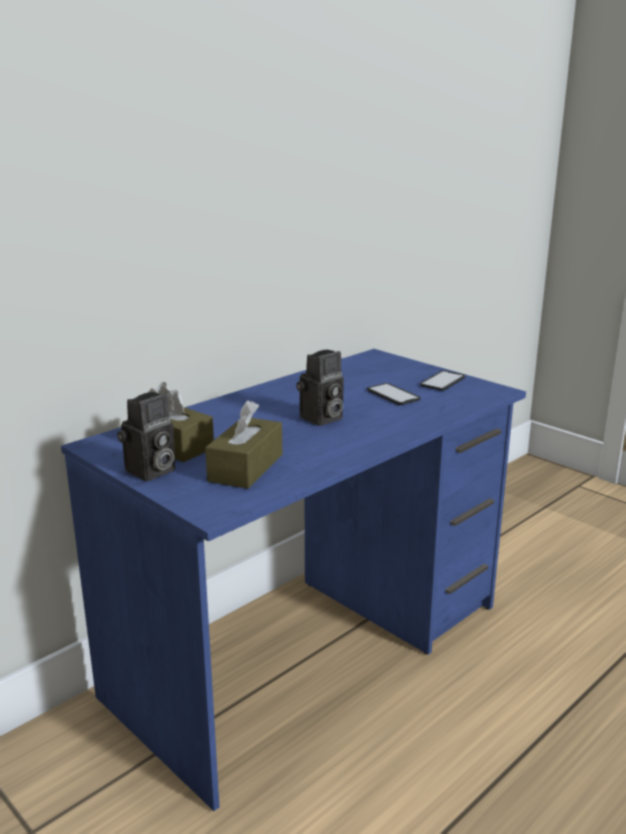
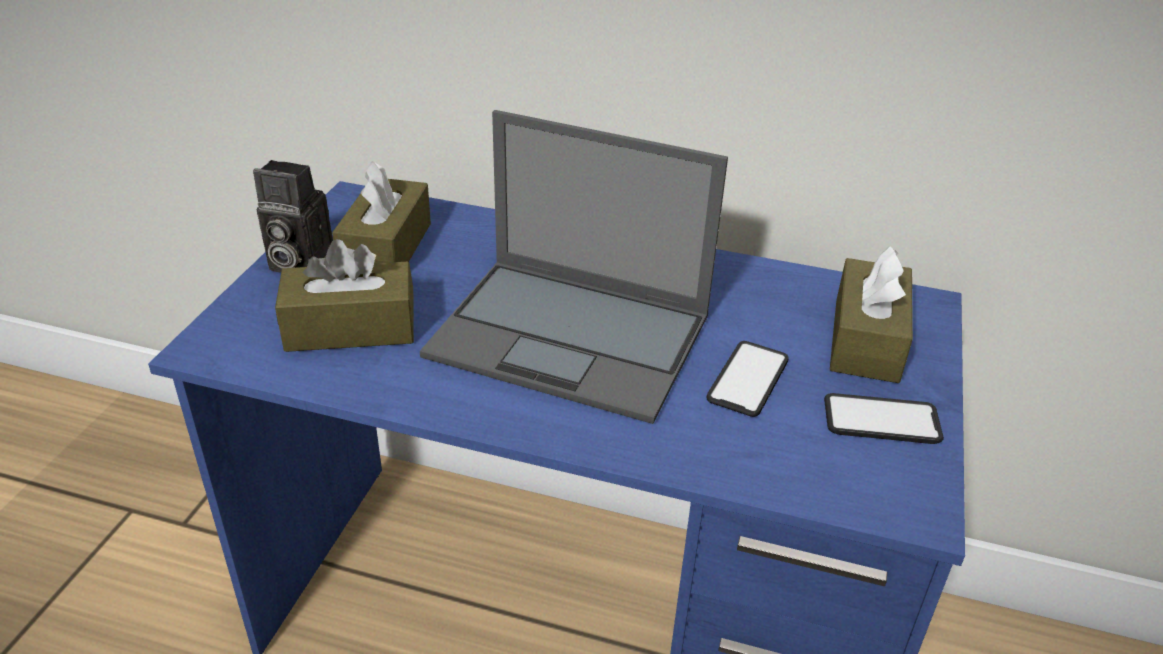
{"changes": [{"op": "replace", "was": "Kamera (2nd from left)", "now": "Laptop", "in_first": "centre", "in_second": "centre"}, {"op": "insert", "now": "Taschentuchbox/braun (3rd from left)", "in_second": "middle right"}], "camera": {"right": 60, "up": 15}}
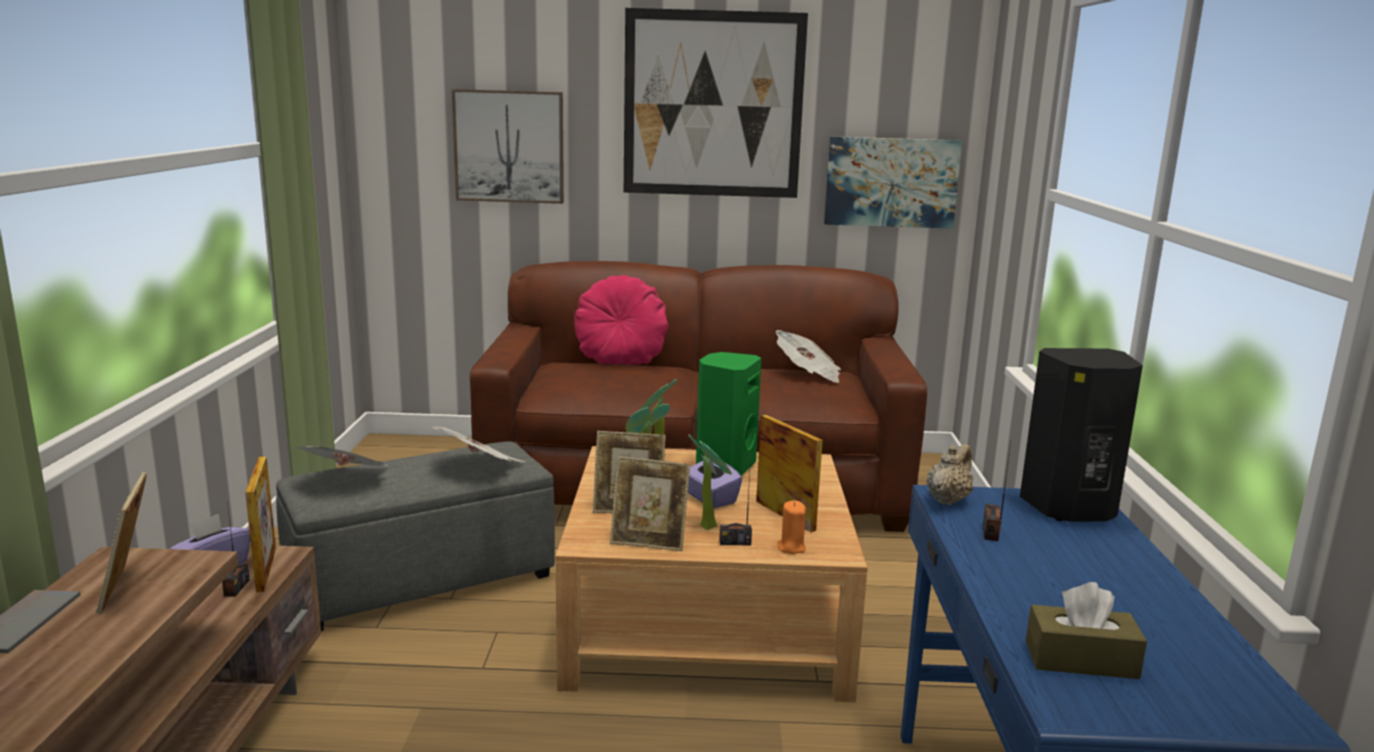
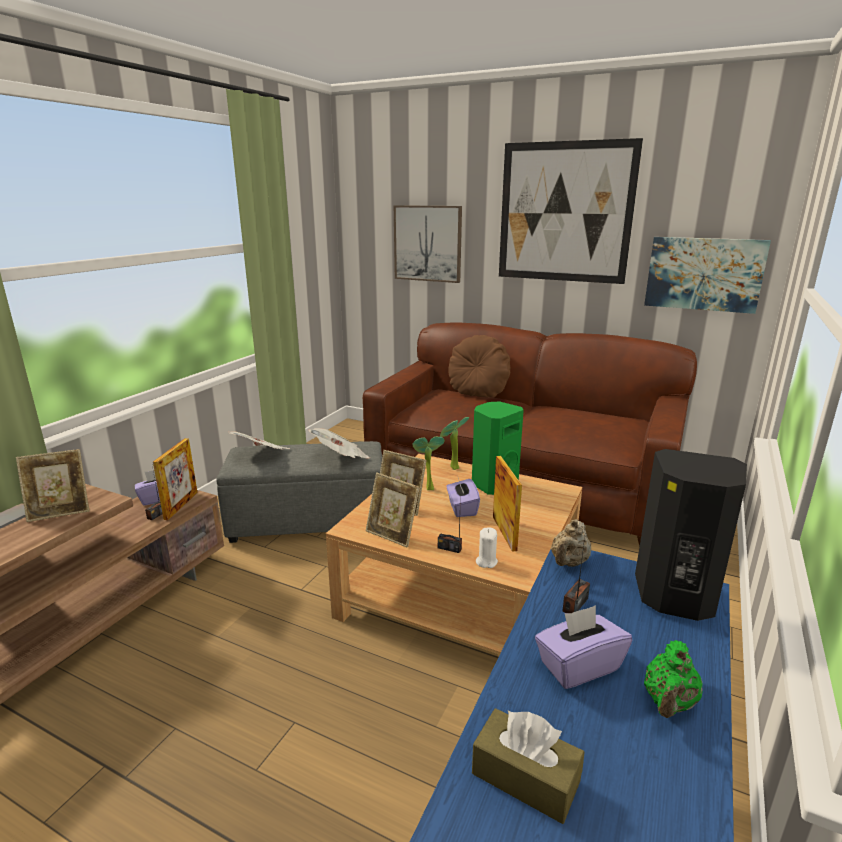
{"changes": [{"op": "rotate", "was": "Bilderrahmen (1st from left)", "in_first": "bottom left", "in_second": "middle left", "clockwise": -120}, {"op": "recolor", "was": "Kissen/rosa", "now": "Kissen/braun", "in_first": "centre", "in_second": "centre"}, {"op": "delete", "was": "Topfpflanze (3rd from left)", "in_first": "centre"}, {"op": "delete", "was": "Zeitung (3rd from left)", "in_first": "centre"}, {"op": "recolor", "was": "Kerze/orange", "now": "Kerze/weiß", "in_first": "bottom centre", "in_second": "centre"}, {"op": "rotate", "was": "Teekanne/beige", "in_first": "middle right", "in_second": "middle right", "clockwise": 150}, {"op": "insert", "now": "Taschentuchbox/lila (3rd from left)", "in_second": "bottom right"}, {"op": "insert", "now": "Teekanne/grün", "in_second": "bottom right"}], "camera": {"right": 25, "up": 5}}
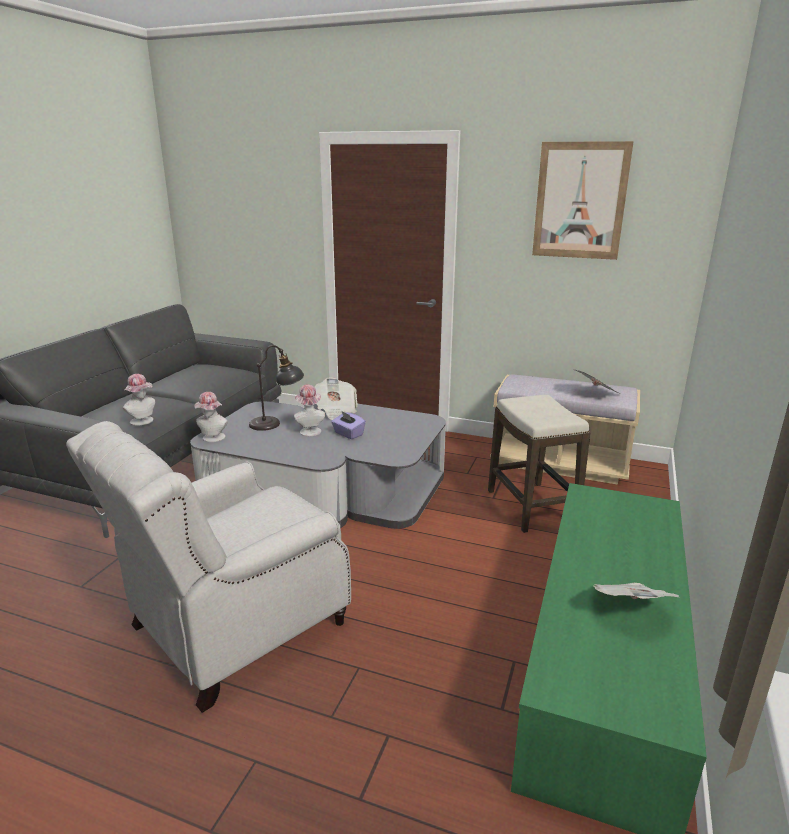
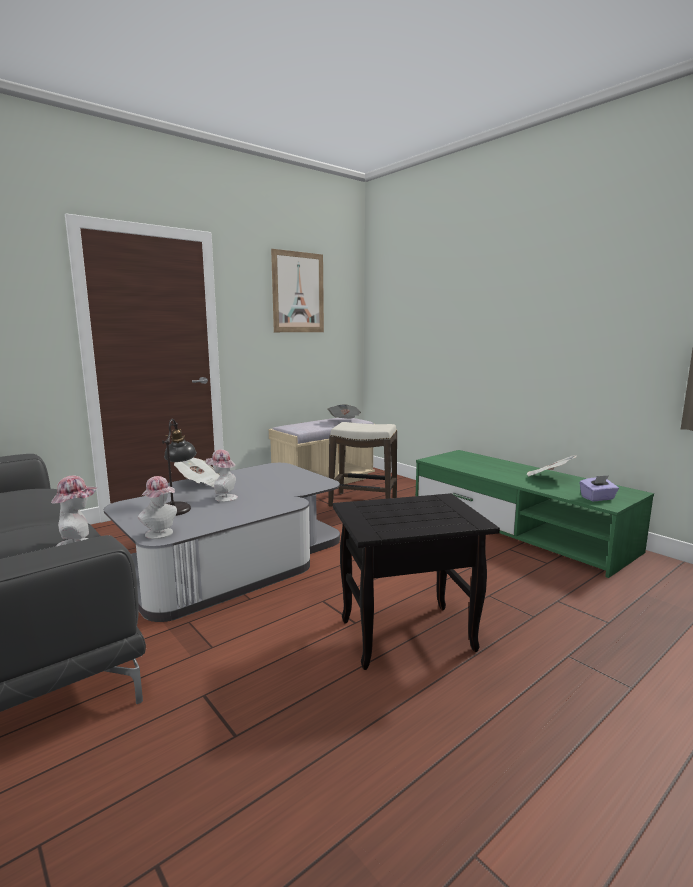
{"changes": [{"op": "replace", "was": "Sessel/weiß", "now": "Beistelltisch/schwarz", "in_first": "bottom left", "in_second": "centre"}, {"op": "move", "was": "Taschentuchbox/lila", "in_first": "centre", "in_second": "middle right"}], "camera": {"right": -60, "up": -10}}
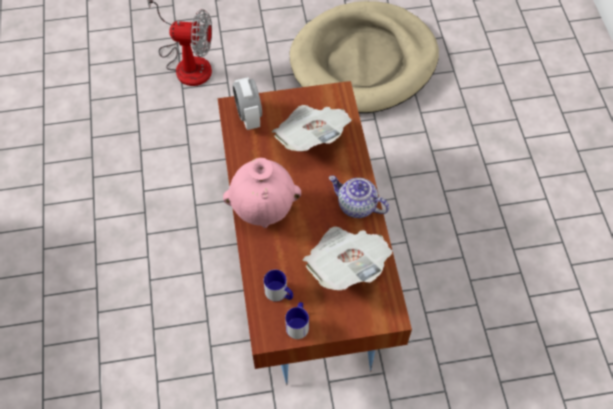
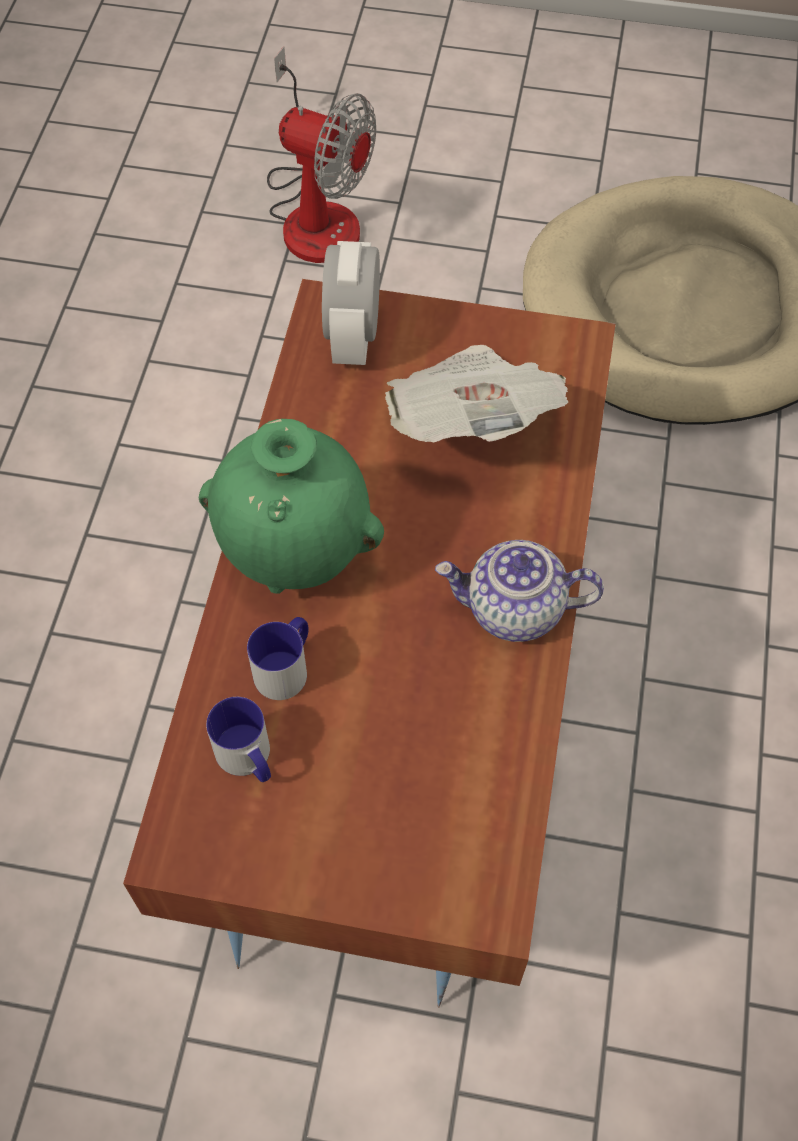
{"changes": [{"op": "recolor", "was": "Vase/rosa", "now": "Vase/grün", "in_first": "centre", "in_second": "centre"}, {"op": "move", "was": "Henkelbecher (2nd from left)", "in_first": "bottom centre", "in_second": "centre"}, {"op": "delete", "was": "Zeitung (2nd from left)", "in_first": "centre"}, {"op": "rotate", "was": "Teekanne", "in_first": "centre", "in_second": "centre", "clockwise": -45}], "camera": {"right": 20, "up": 0}}
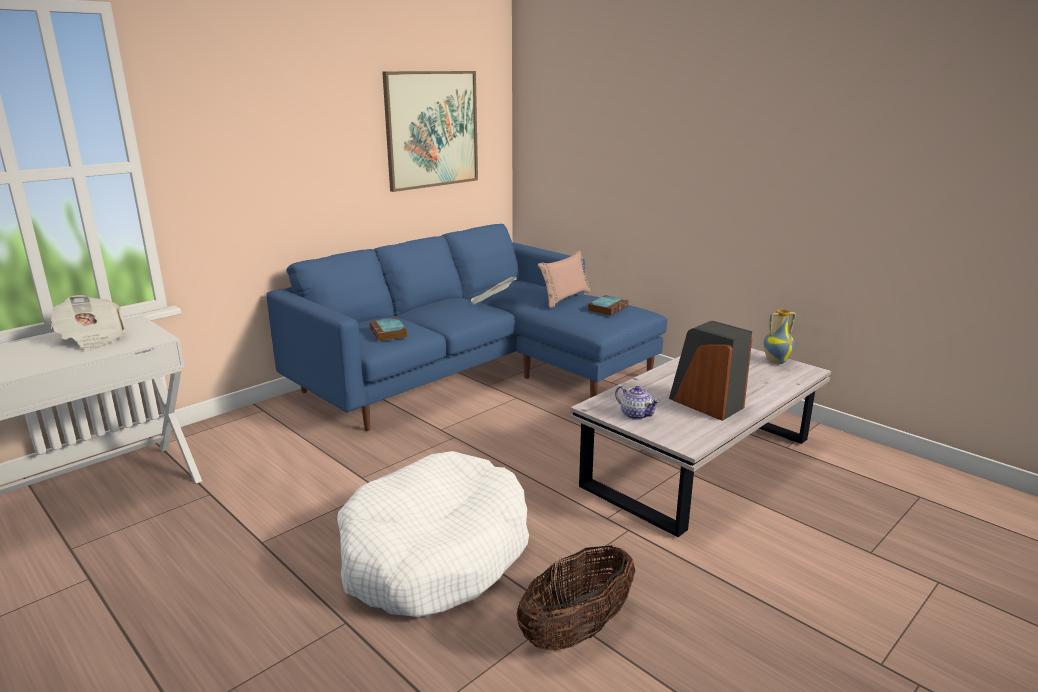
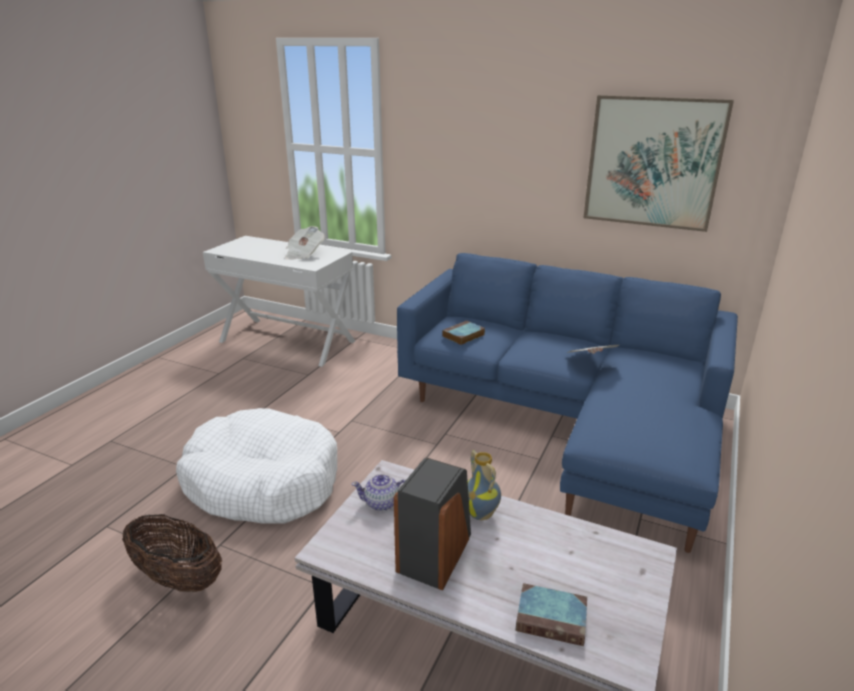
{"changes": [{"op": "delete", "was": "Kissen/beige", "in_first": "centre"}, {"op": "move", "was": "Buch (2nd from left)", "in_first": "centre", "in_second": "bottom centre"}, {"op": "rotate", "was": "Teekanne", "in_first": "centre", "in_second": "bottom centre", "clockwise": 60}, {"op": "move", "was": "Vase", "in_first": "middle right", "in_second": "bottom centre"}], "camera": {"right": 70, "up": 5}}
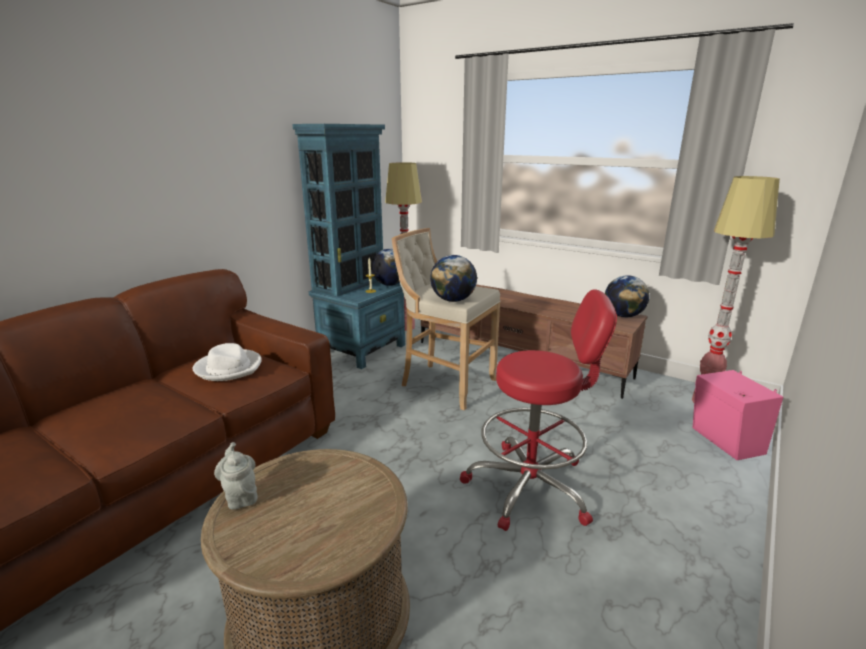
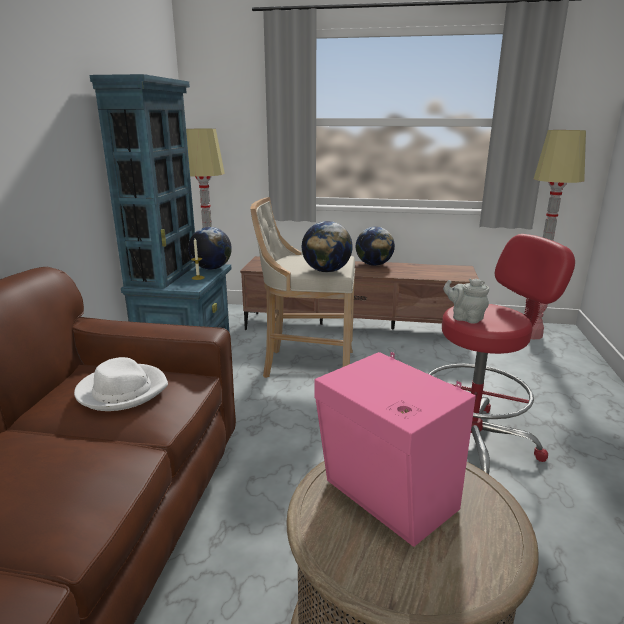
{"changes": [{"op": "move", "was": "Teekanne/grau", "in_first": "bottom left", "in_second": "middle right"}, {"op": "move", "was": "Globus (3rd from left)", "in_first": "middle right", "in_second": "centre"}, {"op": "move", "was": "Lautsprecher/rosa", "in_first": "middle right", "in_second": "bottom centre"}], "camera": {"right": -25, "up": 0}}
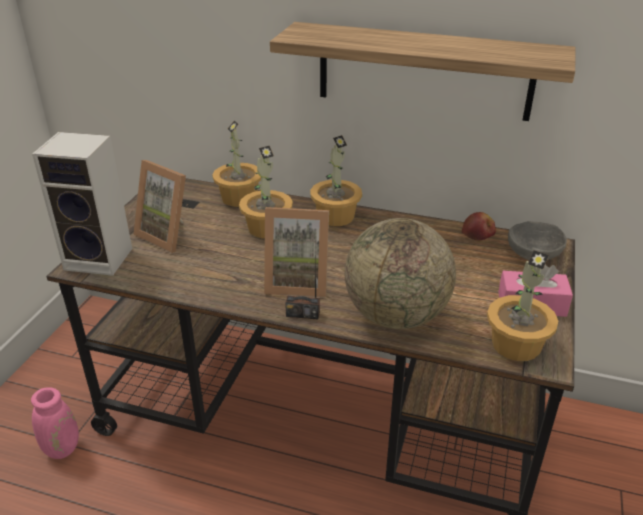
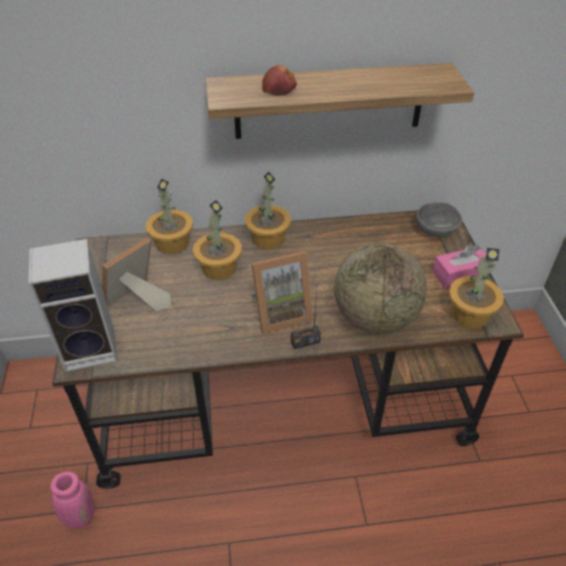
{"changes": [{"op": "rotate", "was": "Bilderrahmen (1st from left)", "in_first": "middle left", "in_second": "middle left", "clockwise": 120}, {"op": "move", "was": "Apfel", "in_first": "middle right", "in_second": "top centre"}], "camera": {"right": -25, "up": 10}}
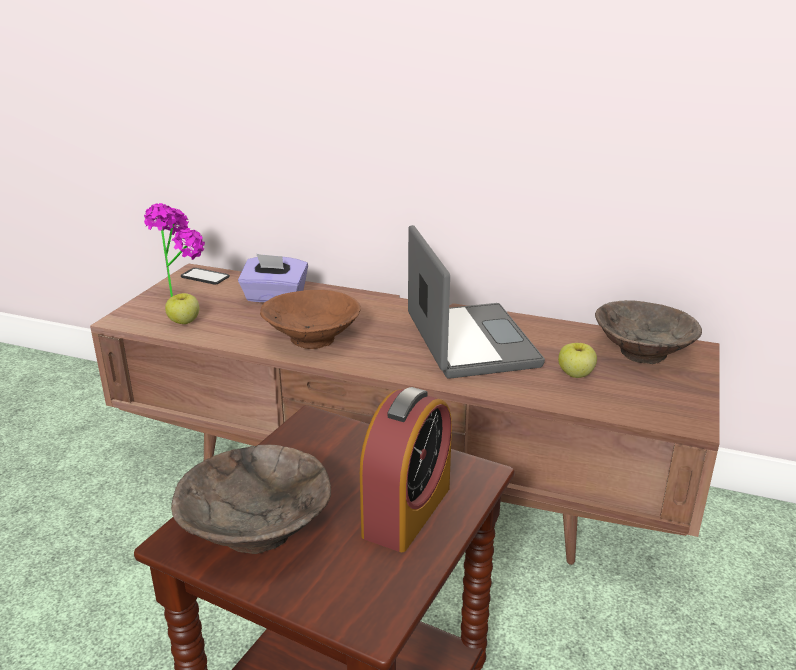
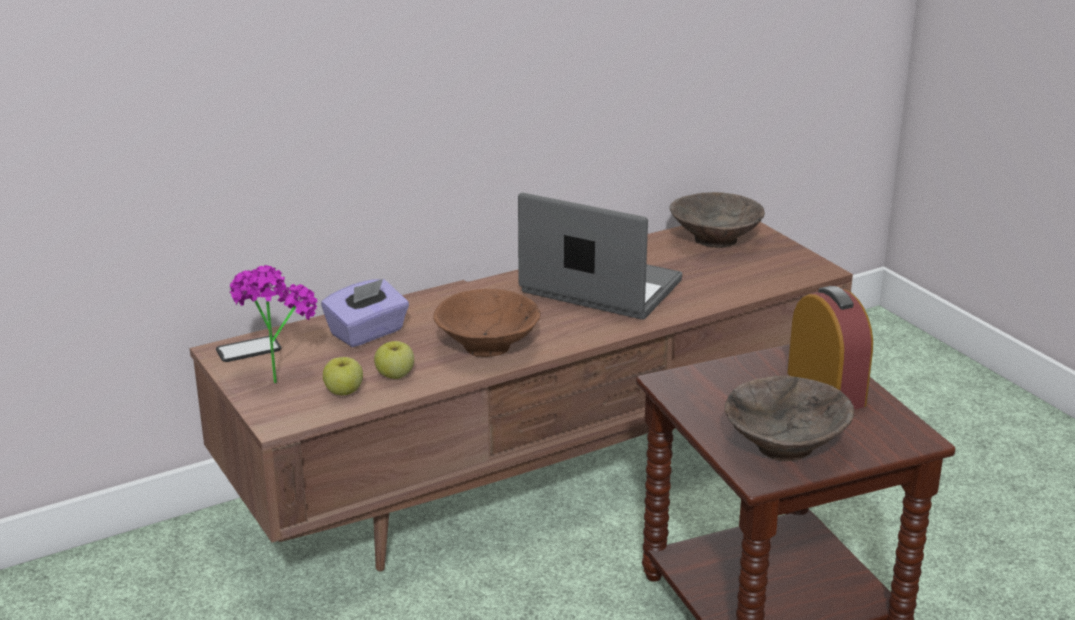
{"changes": [{"op": "move", "was": "Apfel (2nd from left)", "in_first": "middle right", "in_second": "centre"}], "camera": {"right": -50, "up": 0}}
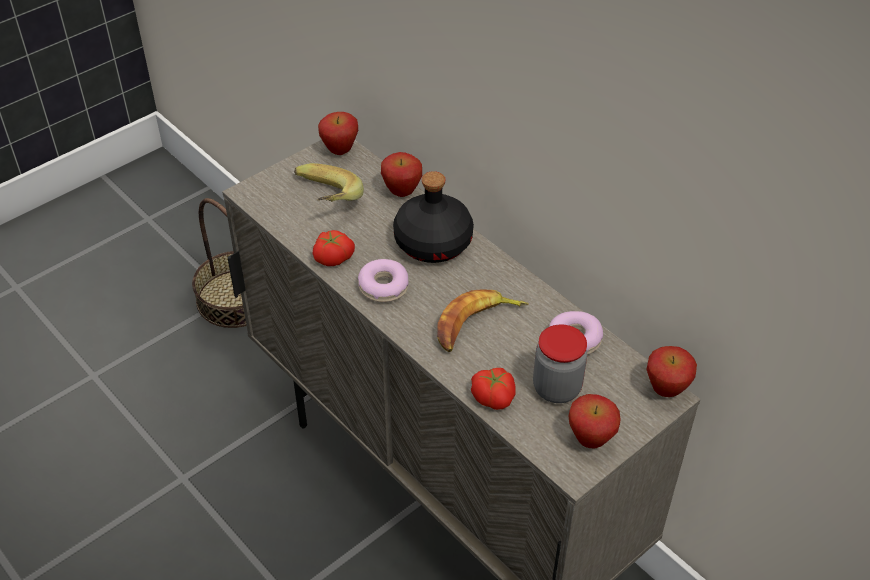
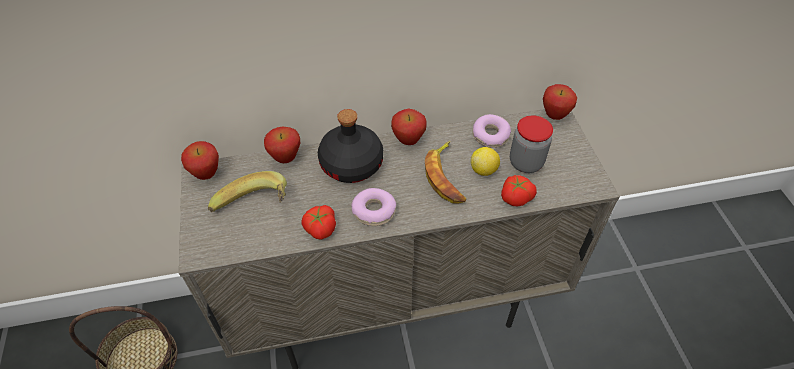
{"changes": [{"op": "move", "was": "Apfel (3rd from left)", "in_first": "bottom right", "in_second": "centre"}, {"op": "insert", "now": "Zitrone", "in_second": "centre"}], "camera": {"right": -60, "up": 5}}
